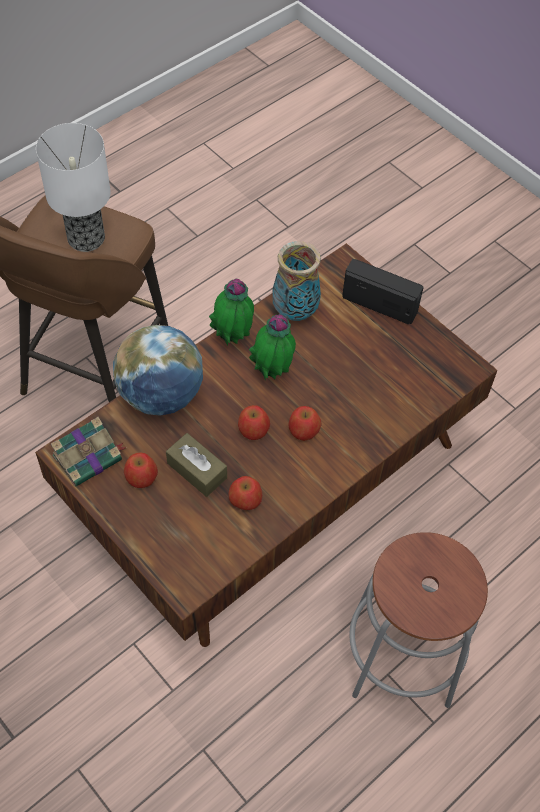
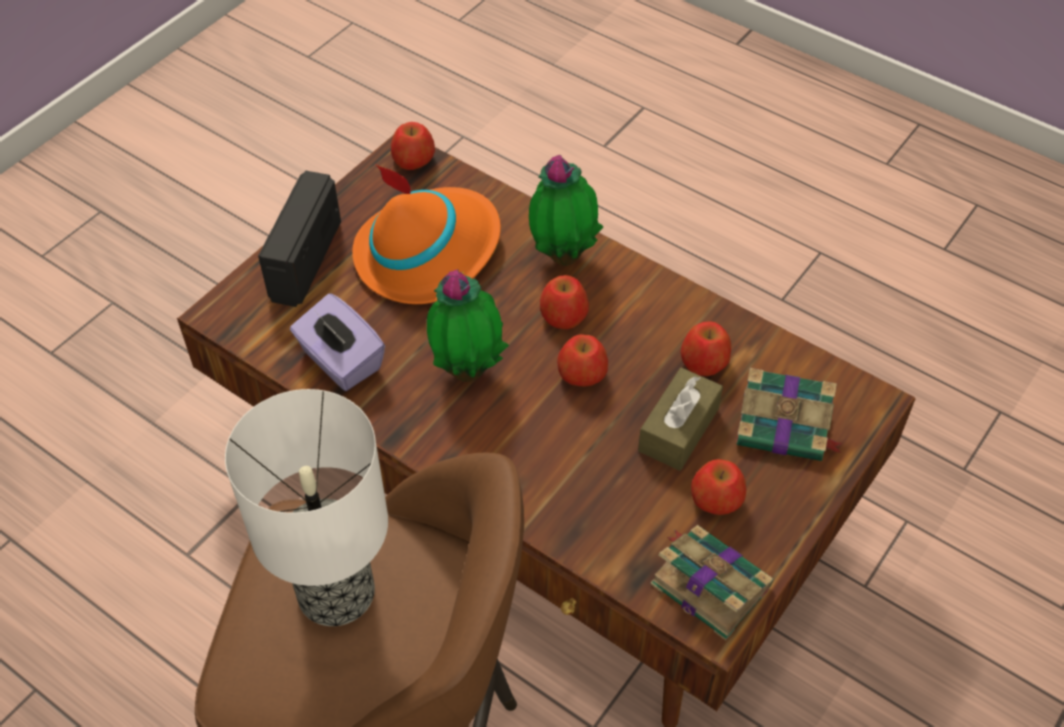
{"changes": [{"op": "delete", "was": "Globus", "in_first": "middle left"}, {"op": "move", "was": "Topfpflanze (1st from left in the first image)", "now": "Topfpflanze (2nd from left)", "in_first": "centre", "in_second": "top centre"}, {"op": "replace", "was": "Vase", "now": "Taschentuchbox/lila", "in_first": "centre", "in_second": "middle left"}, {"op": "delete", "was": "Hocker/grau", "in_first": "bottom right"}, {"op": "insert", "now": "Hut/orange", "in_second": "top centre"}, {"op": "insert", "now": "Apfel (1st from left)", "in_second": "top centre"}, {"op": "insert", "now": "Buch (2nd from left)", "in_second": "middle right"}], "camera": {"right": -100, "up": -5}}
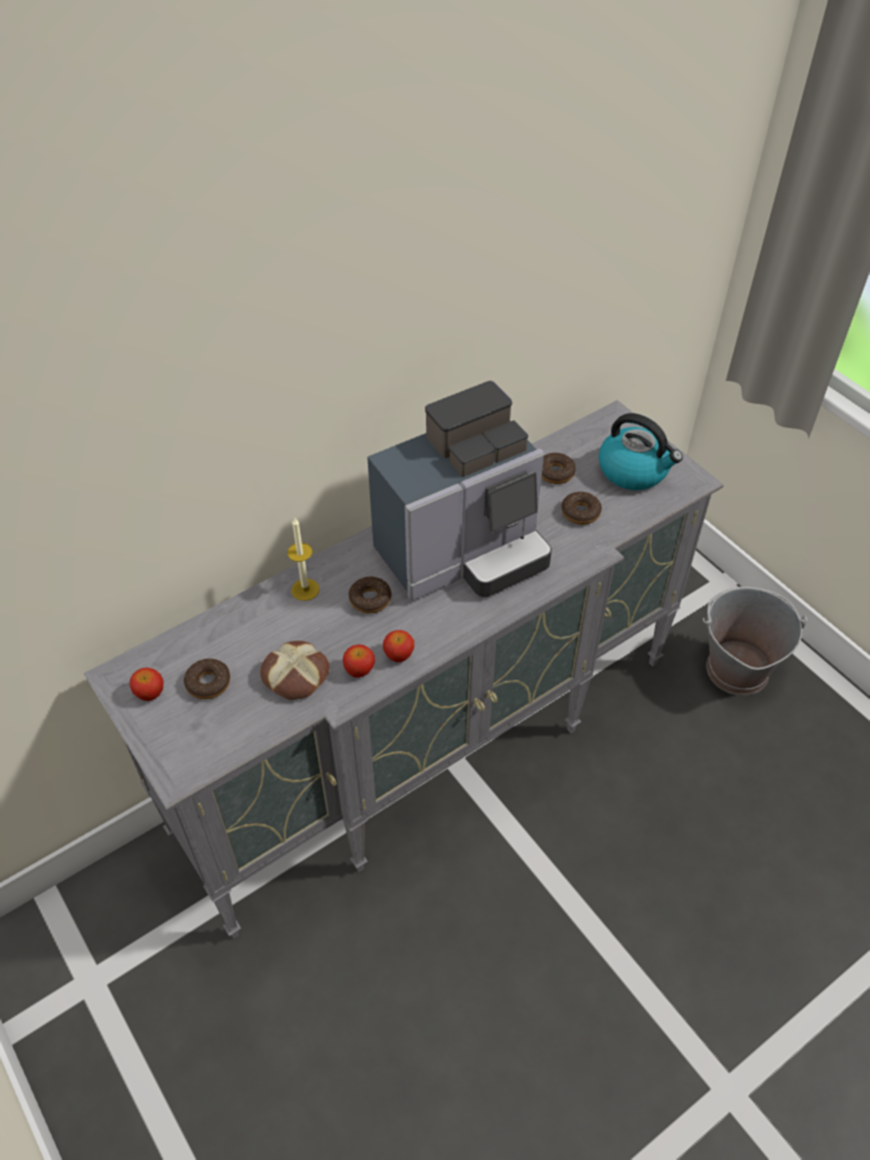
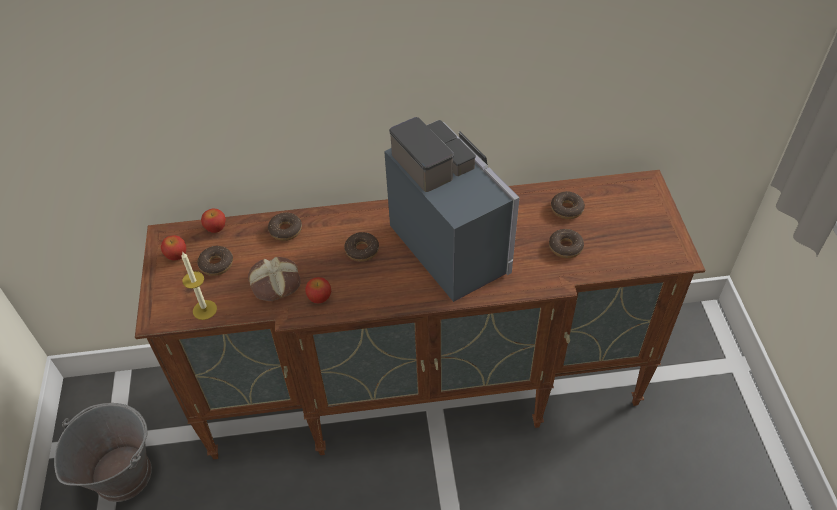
{"changes": [{"op": "recolor", "was": "Schrank/grau", "now": "Schrank/braun", "in_first": "centre", "in_second": "centre"}, {"op": "move", "was": "Kerze", "in_first": "centre", "in_second": "middle left"}, {"op": "rotate", "was": "Kaffeemaschine", "in_first": "centre", "in_second": "centre", "clockwise": -120}, {"op": "move", "was": "Apfel (3rd from left in the first image)", "now": "Apfel (2nd from left)", "in_first": "centre", "in_second": "middle left"}, {"op": "delete", "was": "Wasserkessel", "in_first": "middle right"}, {"op": "move", "was": "Eimer/grau", "in_first": "middle right", "in_second": "bottom left"}, {"op": "insert", "now": "Donut (2nd from left)", "in_second": "centre"}], "camera": {"right": 30, "up": 0}}
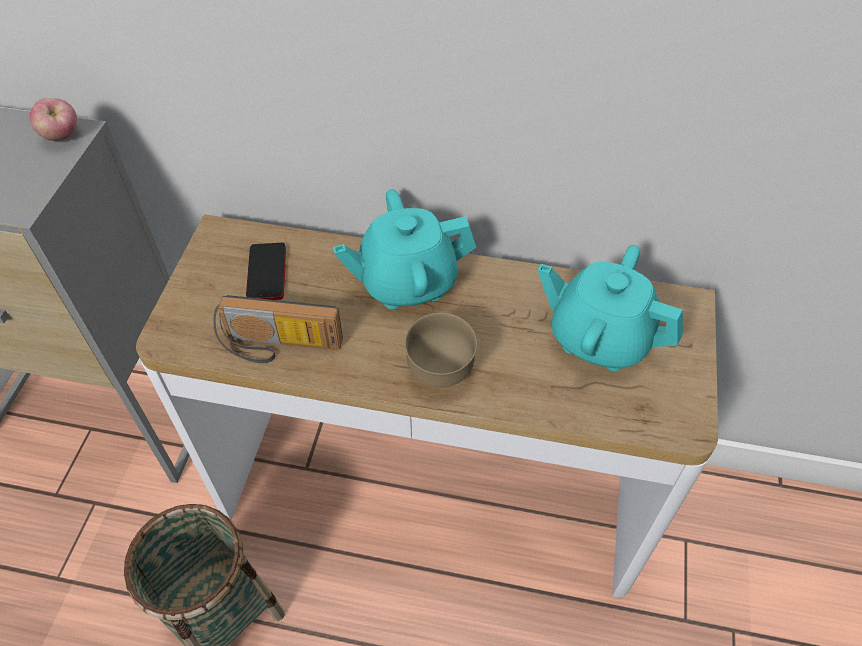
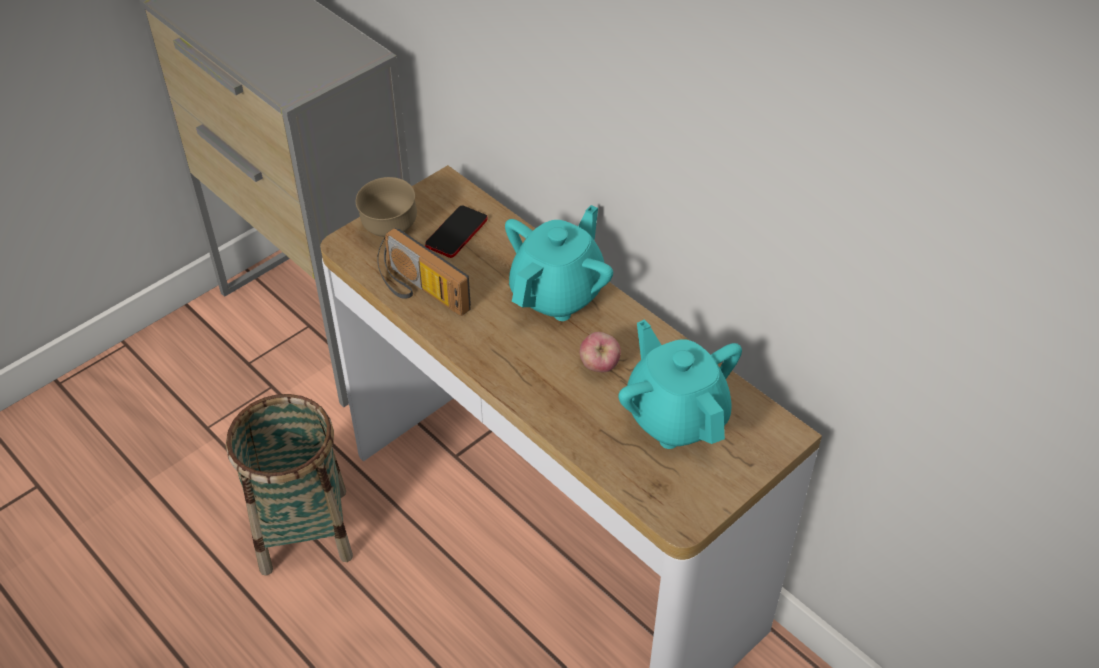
{"changes": [{"op": "move", "was": "Apfel", "in_first": "top left", "in_second": "centre"}, {"op": "rotate", "was": "Teekanne/türkis (1st from left)", "in_first": "centre", "in_second": "centre", "clockwise": 105}, {"op": "move", "was": "Schüssel/braun", "in_first": "centre", "in_second": "top centre"}], "camera": {"right": 35, "up": -5}}
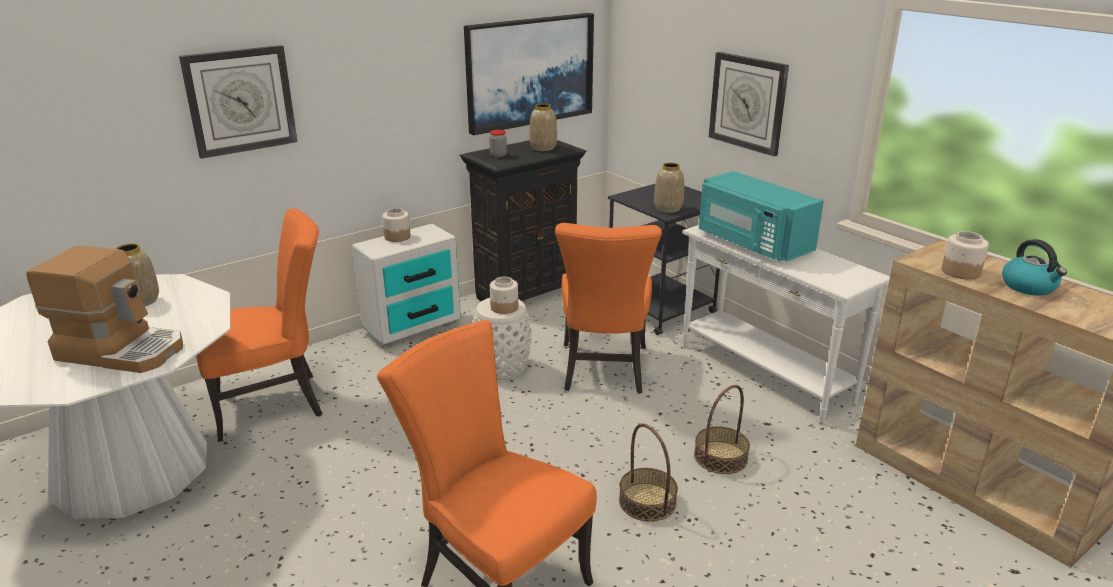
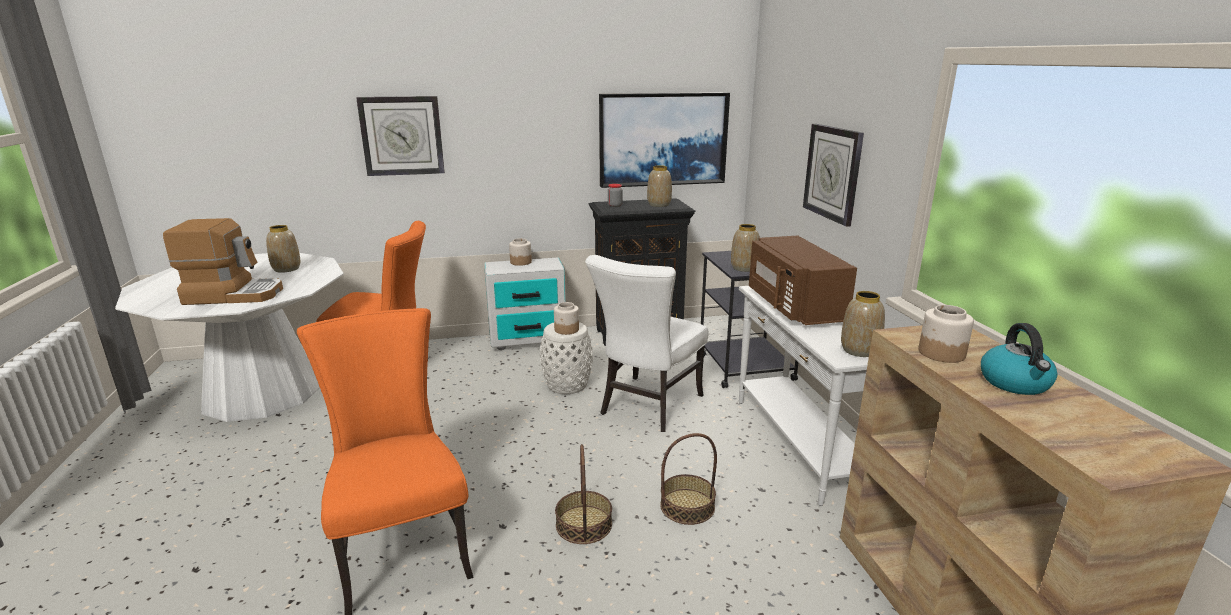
{"changes": [{"op": "rotate", "was": "Kaffeemaschine", "in_first": "middle left", "in_second": "middle left", "clockwise": -45}, {"op": "recolor", "was": "Stuhl/orange (3rd from left)", "now": "Stuhl/weiß", "in_first": "centre", "in_second": "centre"}, {"op": "recolor", "was": "Mikrowelle/türkis", "now": "Mikrowelle/braun", "in_first": "middle right", "in_second": "centre"}, {"op": "insert", "now": "Vase (4th from left)", "in_second": "middle right"}], "camera": {"right": 25, "up": -5}}
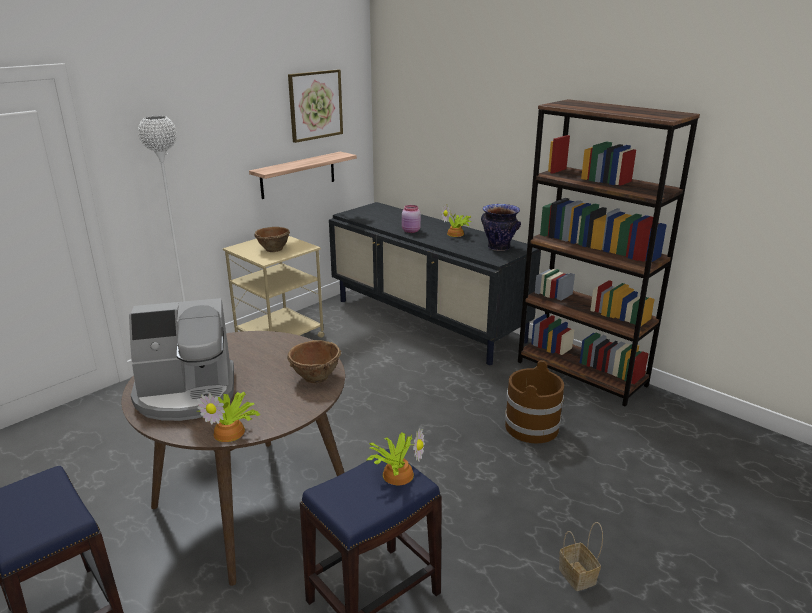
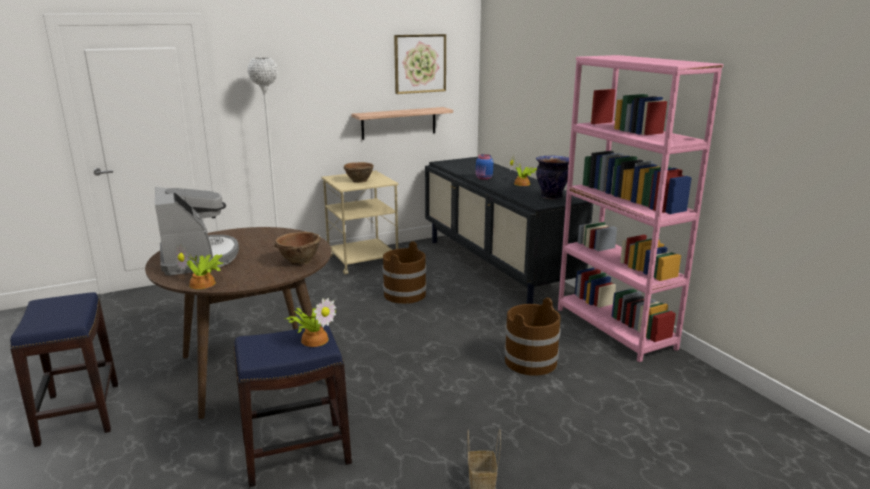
{"changes": [{"op": "rotate", "was": "Kaffeemaschine", "in_first": "middle left", "in_second": "middle left", "clockwise": -120}, {"op": "recolor", "was": "Vorratsglas/rosa", "now": "Vorratsglas/blau", "in_first": "centre", "in_second": "centre"}, {"op": "recolor", "was": "Bücherregal/braun", "now": "Bücherregal/rosa", "in_first": "middle right", "in_second": "middle right"}, {"op": "insert", "now": "Eimer/braun (1st from left)", "in_second": "centre"}], "camera": {"right": 20, "up": -5}}
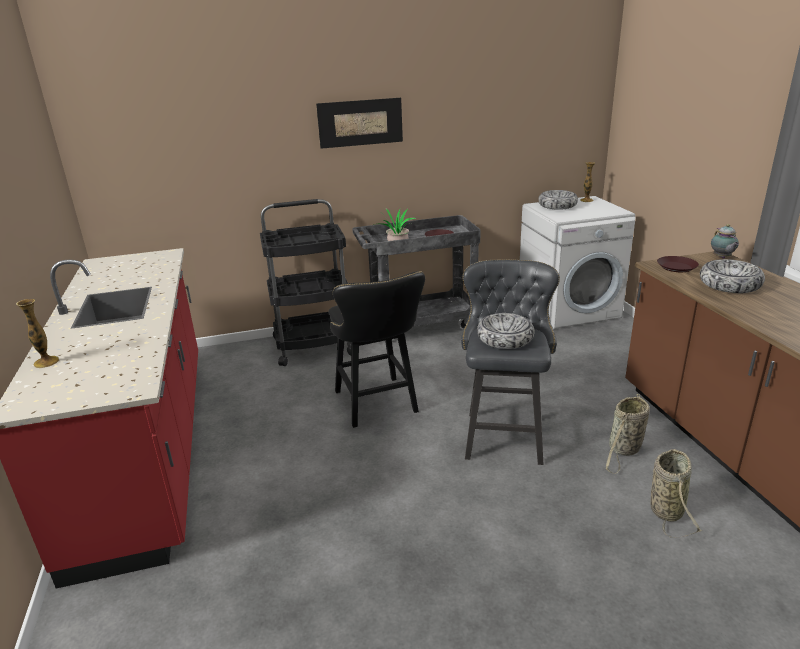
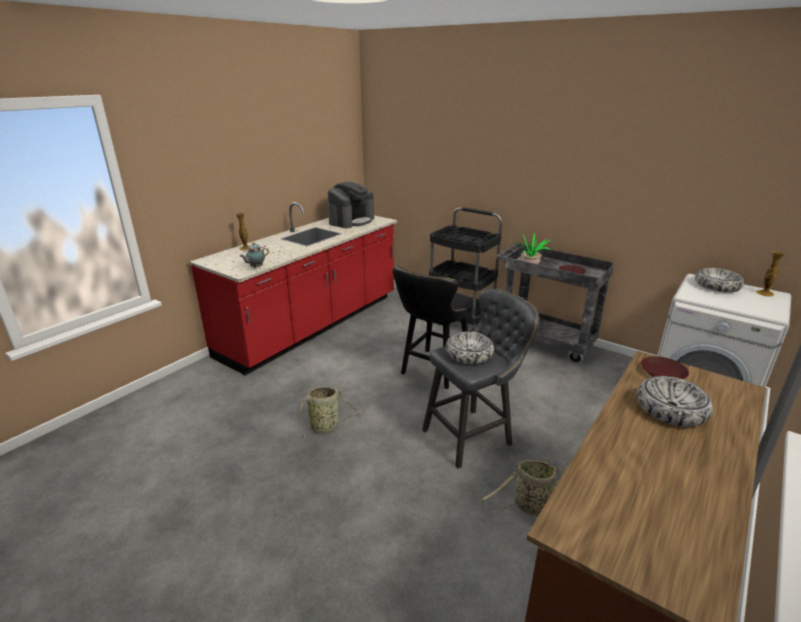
{"changes": [{"op": "delete", "was": "Bild", "in_first": "top centre"}, {"op": "move", "was": "Korb (2nd from left in the first image)", "now": "Korb (1st from left)", "in_first": "bottom right", "in_second": "centre"}, {"op": "move", "was": "Teekanne", "in_first": "middle right", "in_second": "middle left"}, {"op": "insert", "now": "Kaffeemaschine", "in_second": "top centre"}], "camera": {"right": 50, "up": 0}}
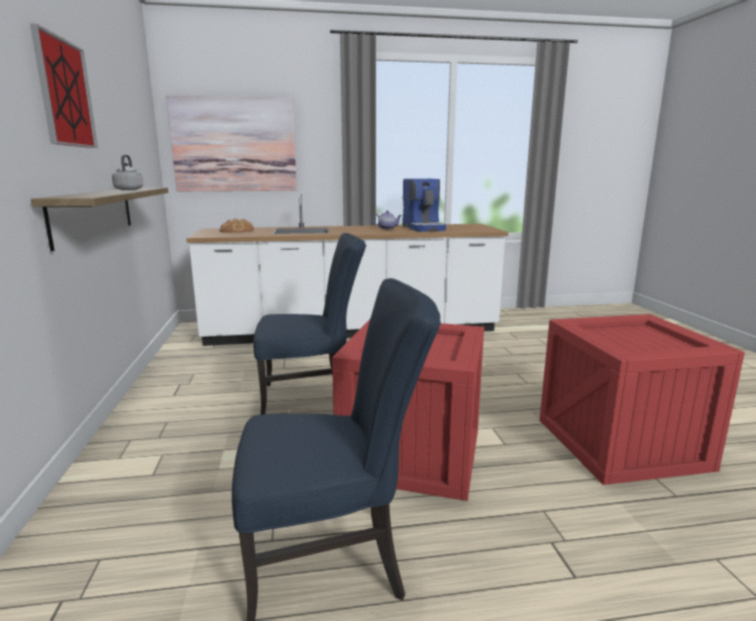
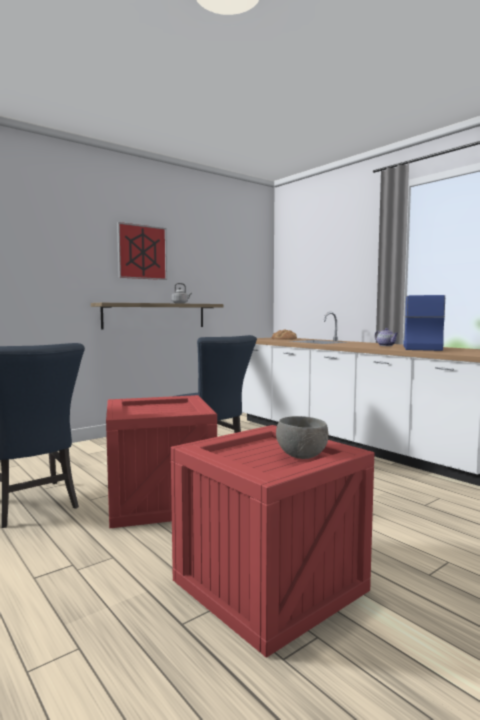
{"changes": [{"op": "delete", "was": "Bild (2nd from left)", "in_first": "top left"}, {"op": "rotate", "was": "Kaffeemaschine", "in_first": "top centre", "in_second": "middle right", "clockwise": 150}, {"op": "insert", "now": "Schüssel/grau", "in_second": "centre"}], "camera": {"right": 60, "up": -10}}
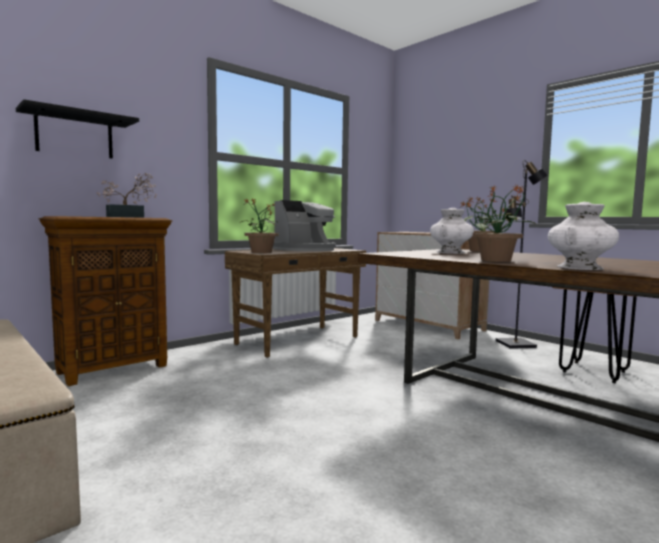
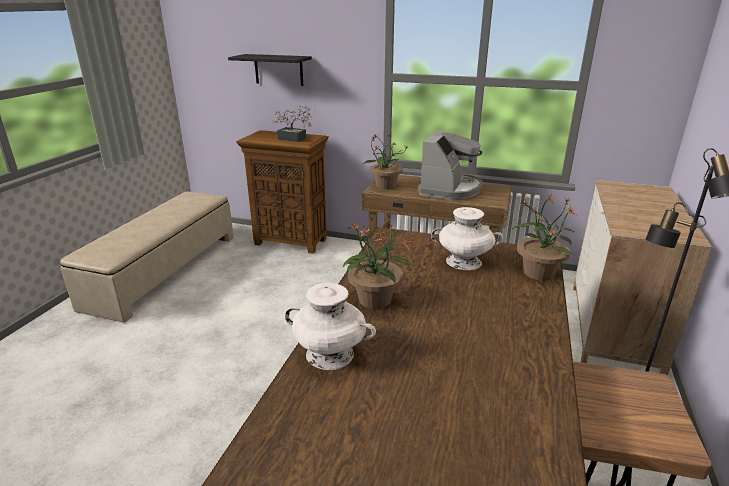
{"changes": [{"op": "rotate", "was": "Kaffeemaschine", "in_first": "centre", "in_second": "centre", "clockwise": -90}], "camera": {"right": 60, "up": 20}}
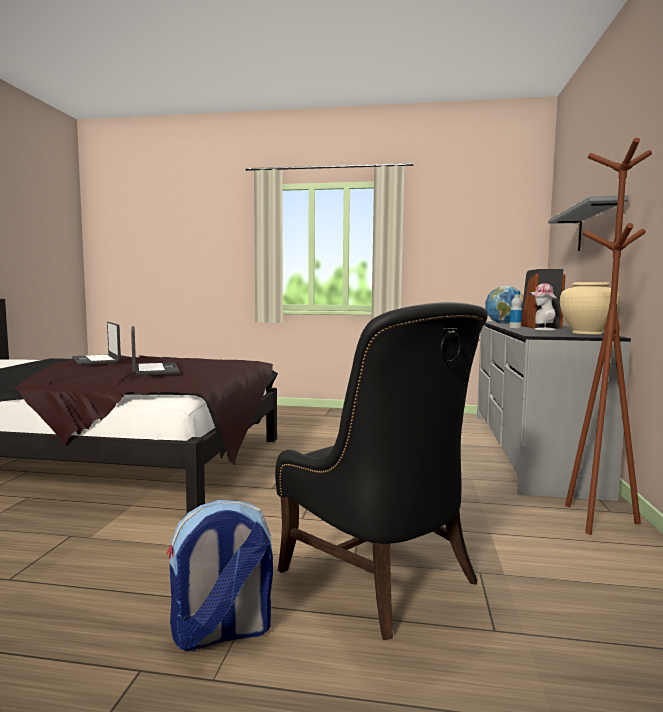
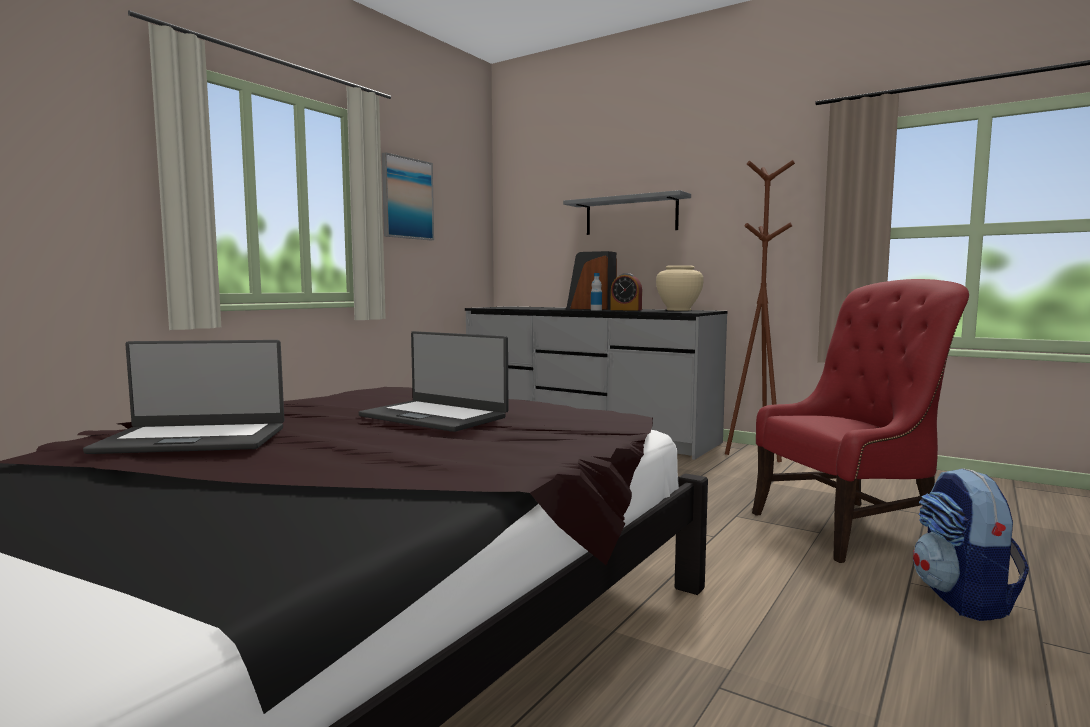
{"changes": [{"op": "rotate", "was": "Laptop (2nd from left)", "in_first": "middle left", "in_second": "centre", "clockwise": -150}, {"op": "recolor", "was": "Stuhl/schwarz", "now": "Stuhl/rot", "in_first": "centre", "in_second": "middle right"}, {"op": "delete", "was": "Globus", "in_first": "middle right"}, {"op": "replace", "was": "Hut", "now": "Wecker", "in_first": "middle right", "in_second": "centre"}, {"op": "insert", "now": "Bild", "in_second": "top centre"}], "camera": {"right": -65, "up": 0}}
